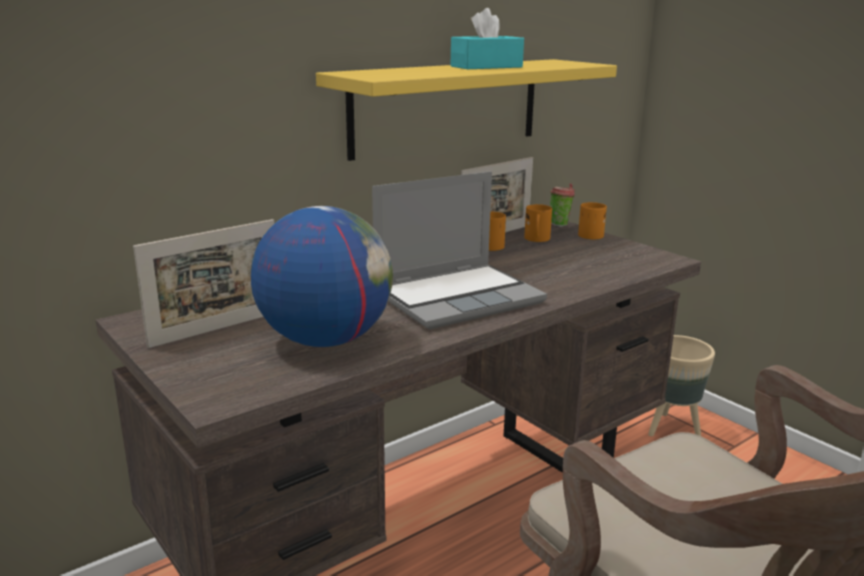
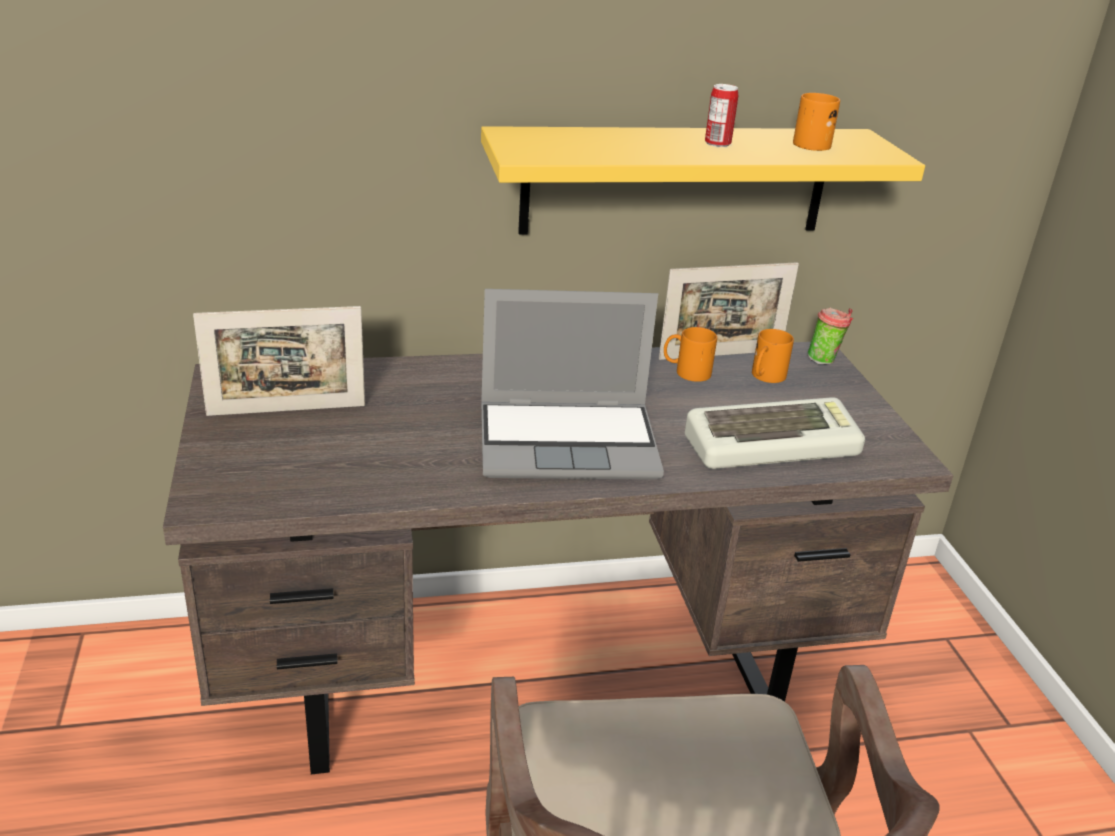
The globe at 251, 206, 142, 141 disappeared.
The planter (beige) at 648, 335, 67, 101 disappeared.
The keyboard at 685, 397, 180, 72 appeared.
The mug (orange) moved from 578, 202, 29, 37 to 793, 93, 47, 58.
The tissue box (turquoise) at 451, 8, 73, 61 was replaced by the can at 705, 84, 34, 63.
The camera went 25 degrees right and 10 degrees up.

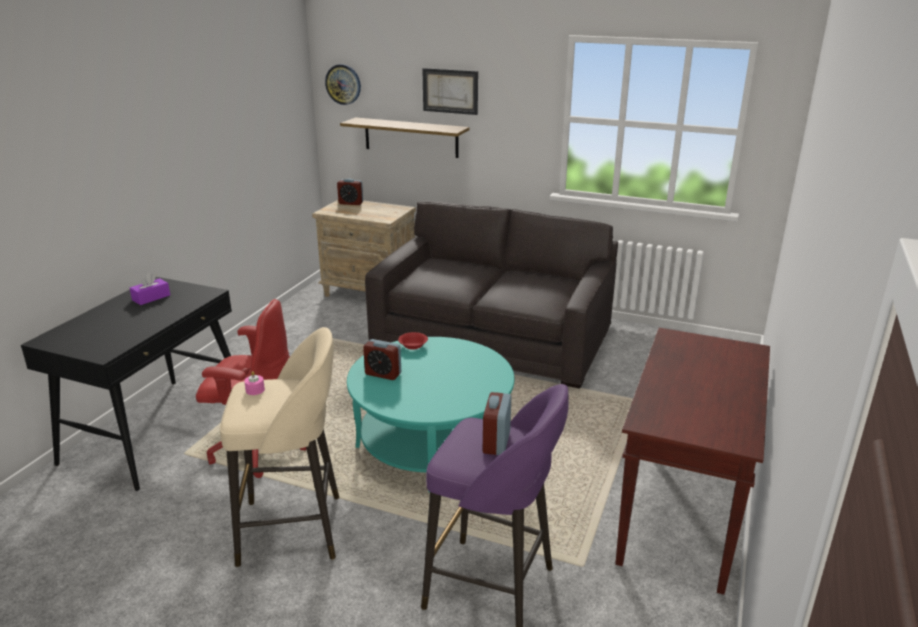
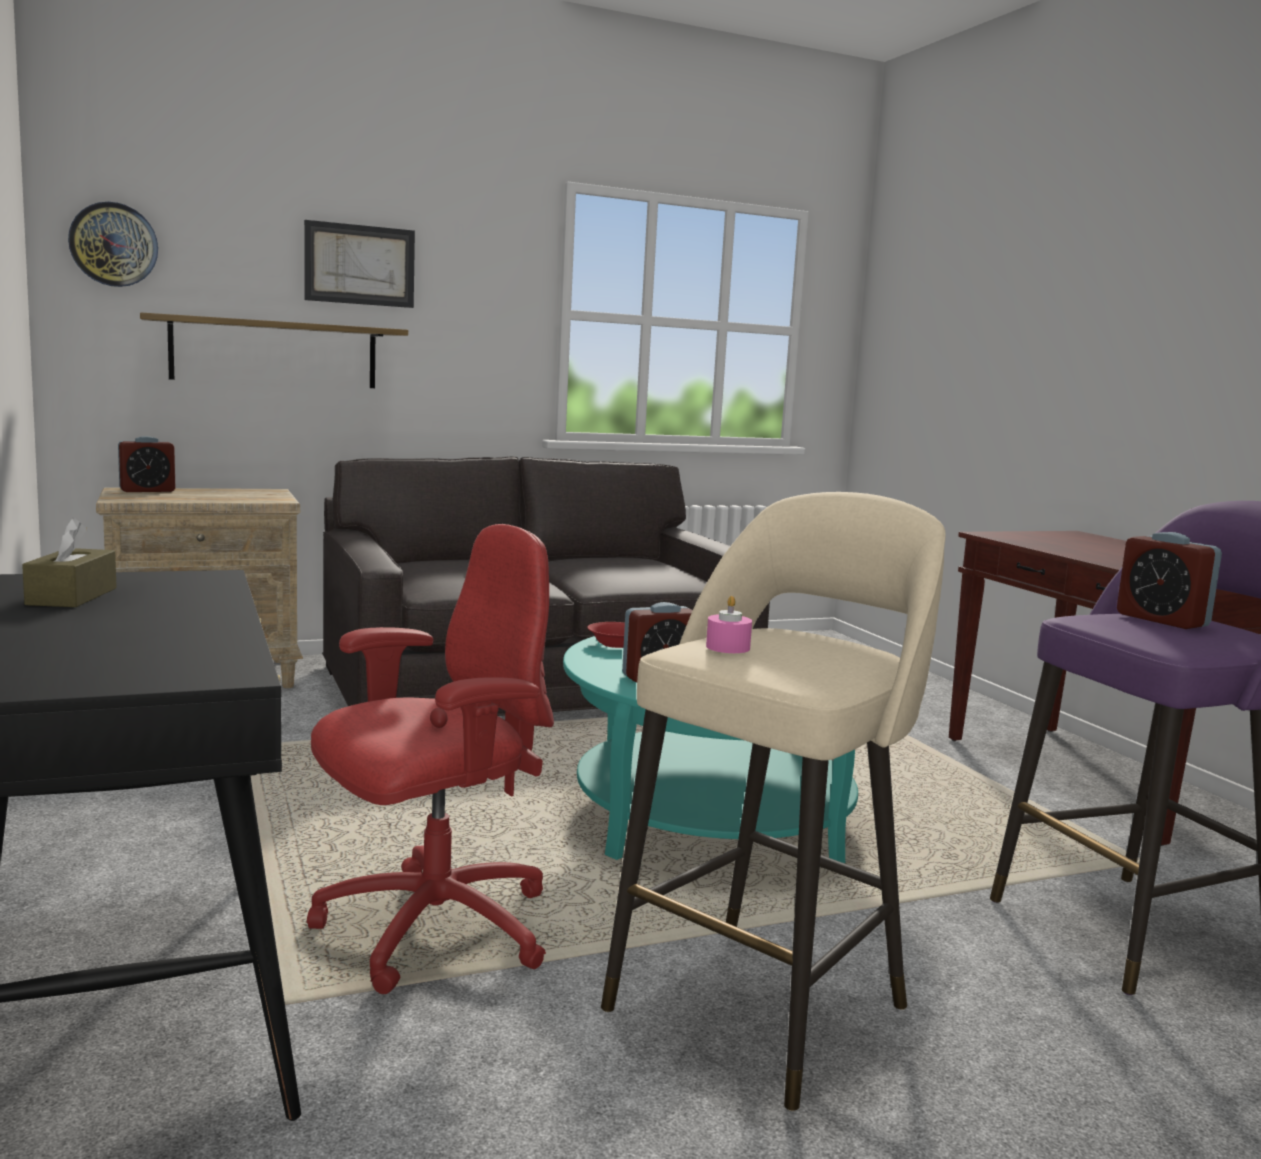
The tissue box (purple) at 130, 273, 40, 32 became the tissue box (brown) at 22, 518, 95, 89.
The camera went 45 degrees left and 15 degrees down.

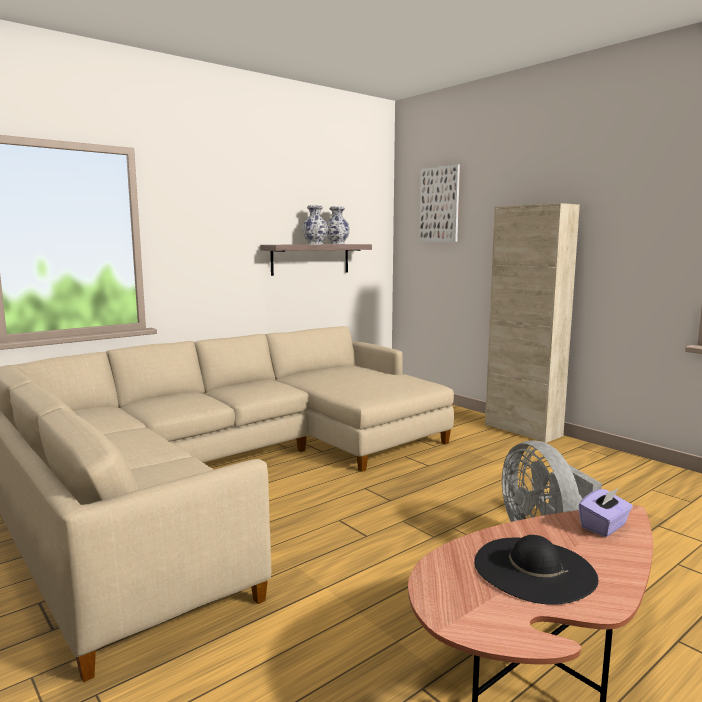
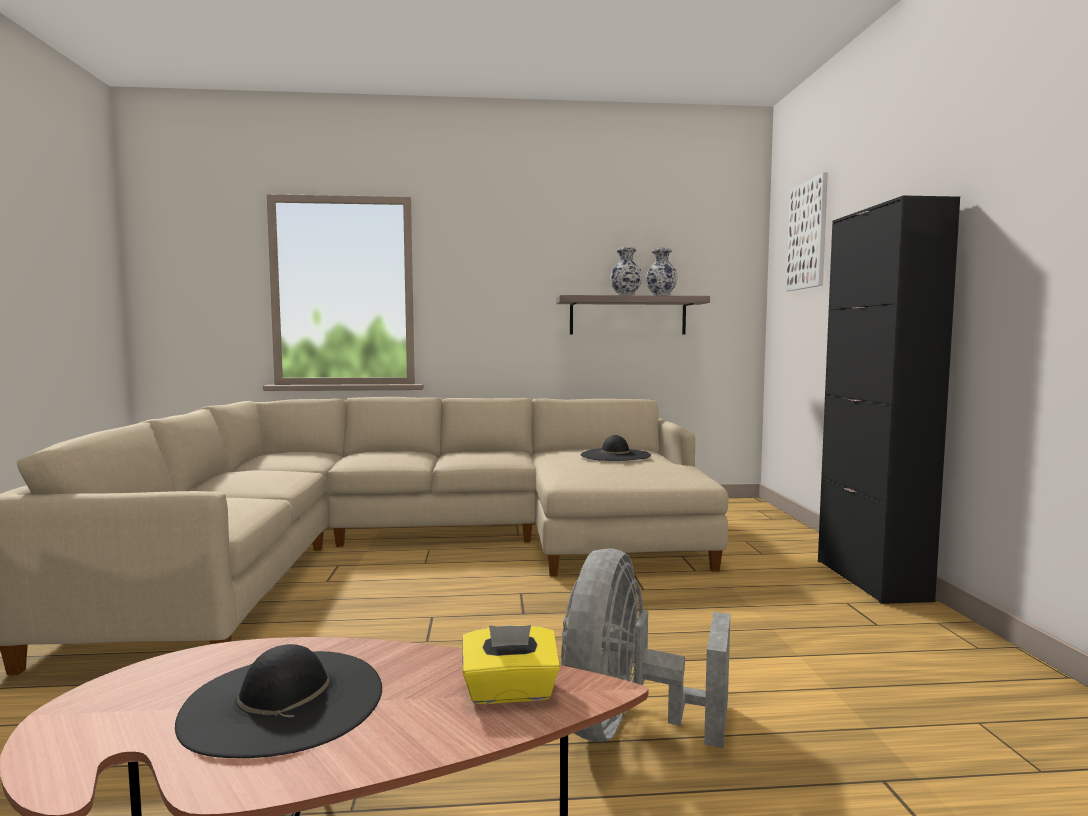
The hat (black) at 581, 435, 70, 26 appeared.
The cabinet (beige) at 485, 203, 95, 240 became the cabinet (black) at 818, 195, 142, 409.
The tissue box (purple) at 578, 488, 55, 49 became the tissue box (yellow) at 462, 625, 98, 79.
The camera went 35 degrees right and 5 degrees down.

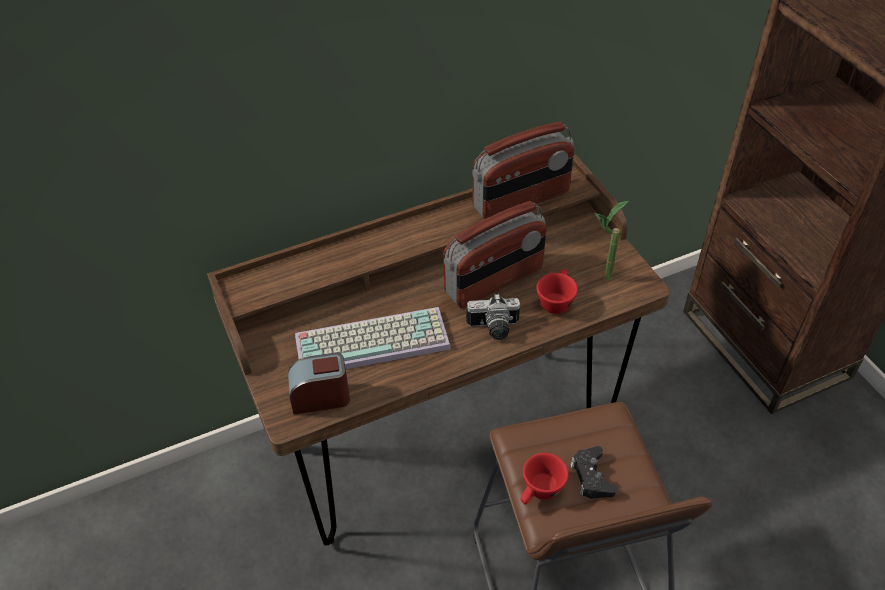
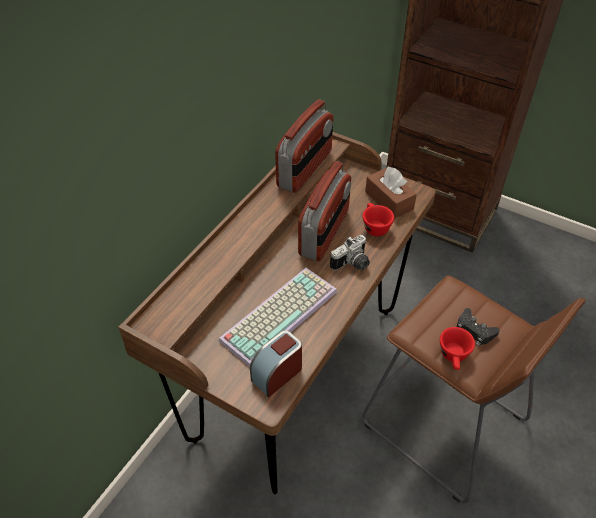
The potted plant at 595, 201, 34, 79 was replaced by the tissue box (brown) at 365, 166, 52, 53.
The camera went 35 degrees left and 0 degrees up.

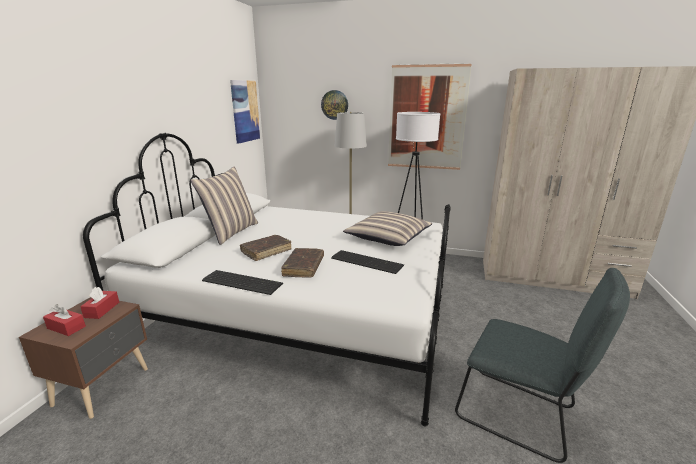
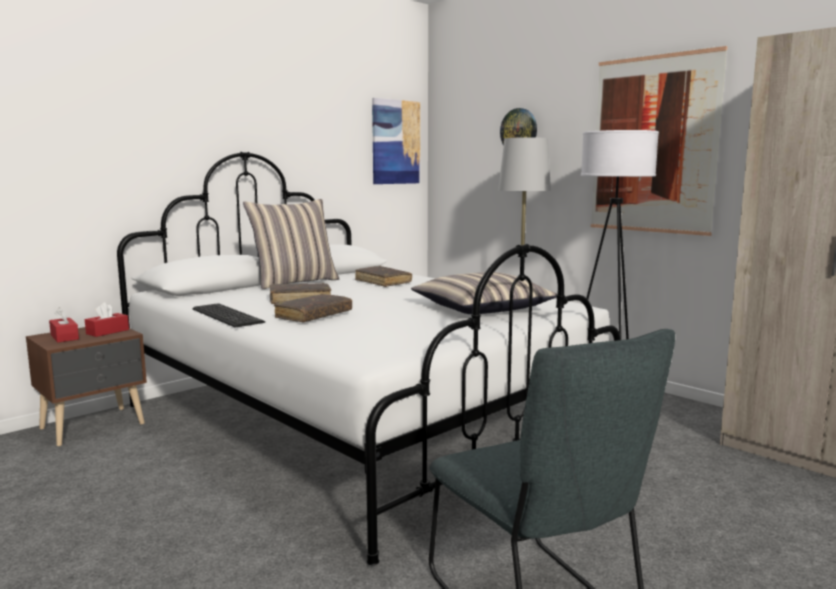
The keyboard at 331, 250, 73, 24 disappeared.
The book (brown) at 355, 266, 57, 21 appeared.
The camera went 30 degrees right and 10 degrees down.

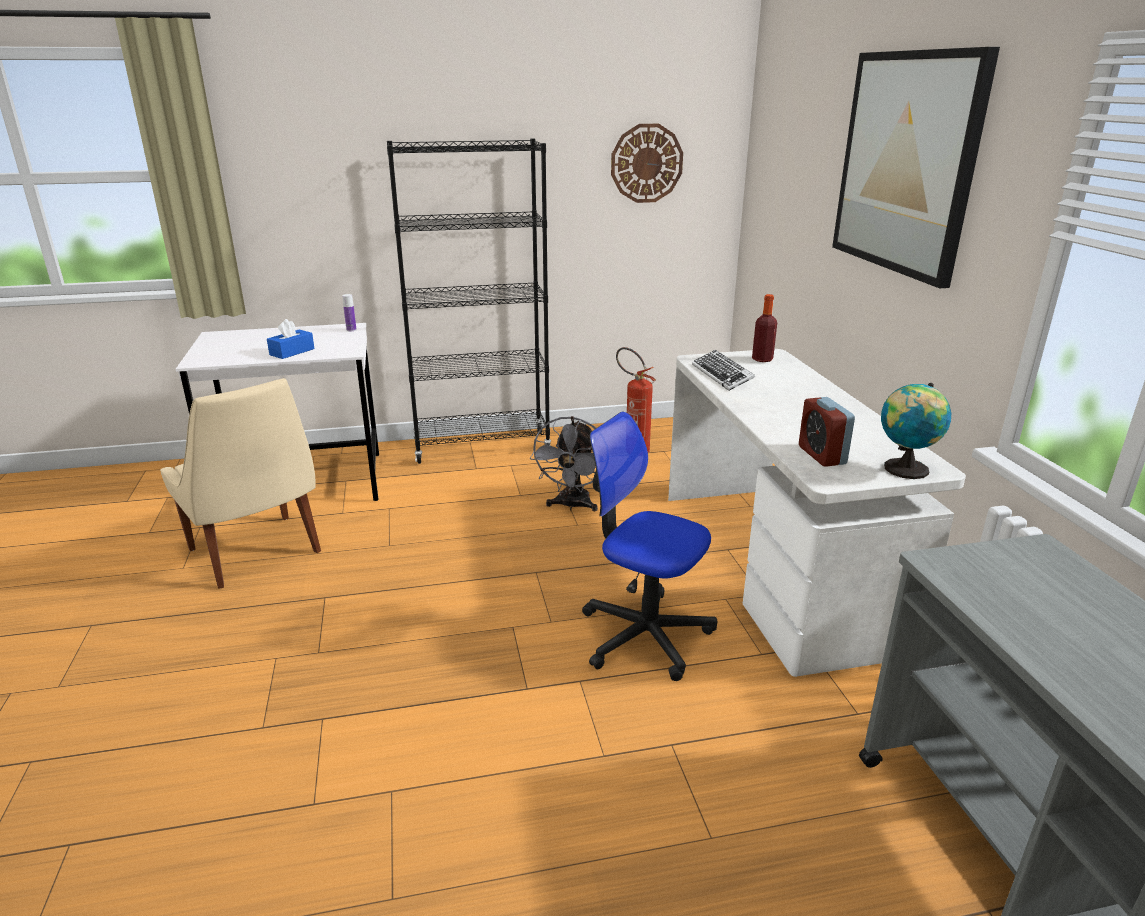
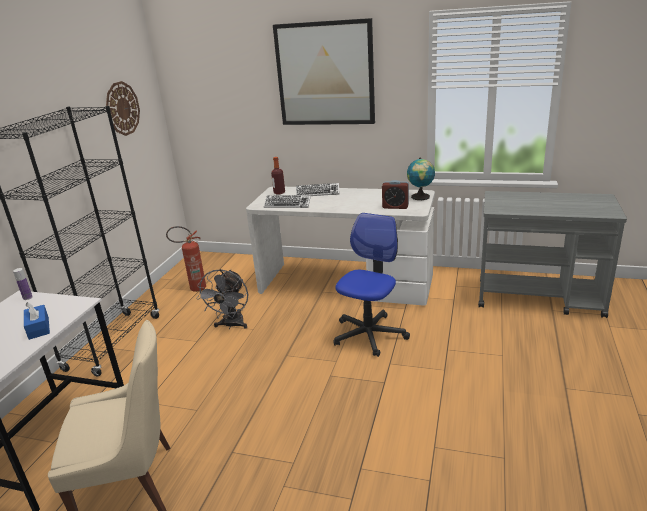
The keyboard at 296, 183, 44, 13 appeared.
The fan (grey) at 530, 416, 68, 95 turned 60 degrees clockwise.
The office chair at 582, 412, 135, 269 turned 150 degrees clockwise.
The camera went 60 degrees left and 0 degrees up.

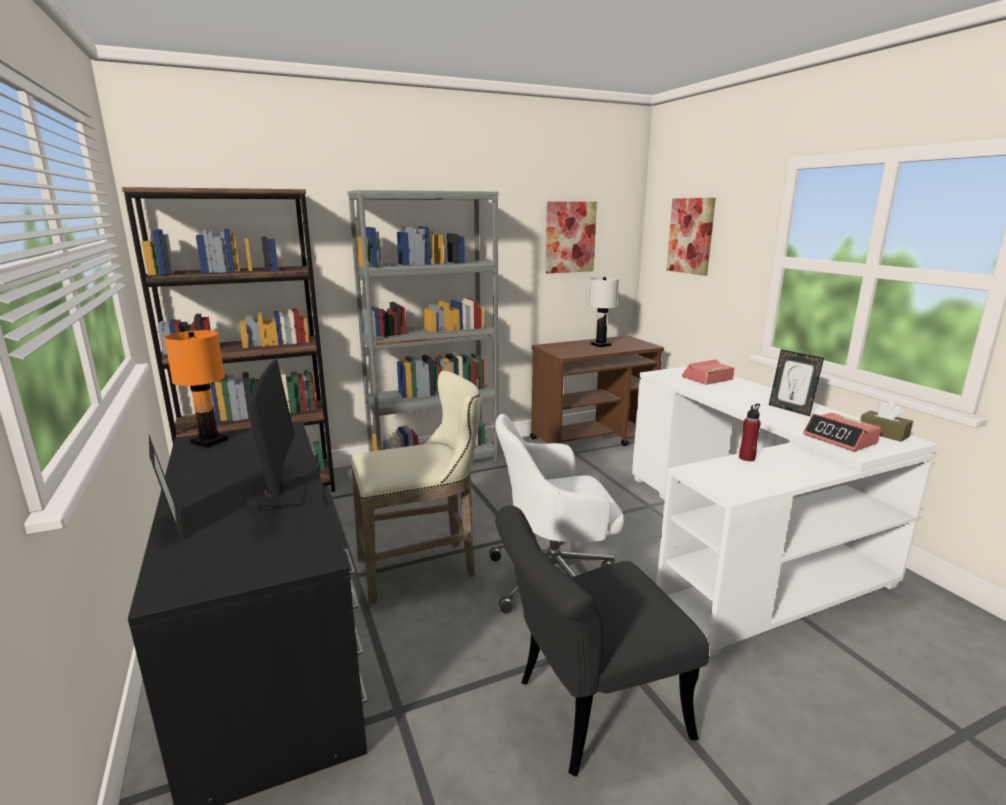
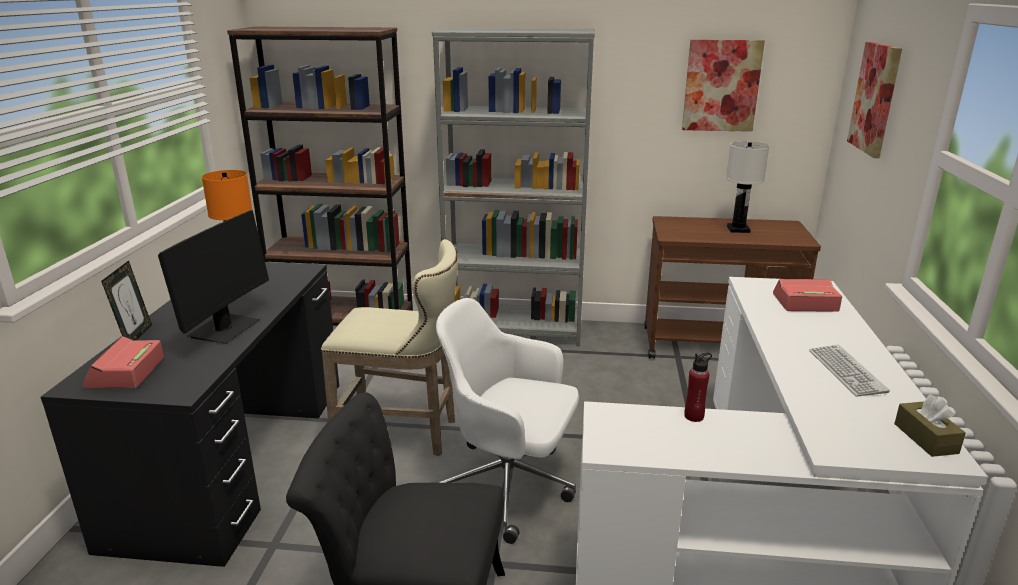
The alarm clock moved from 803, 413, 78, 39 to 83, 336, 81, 52.
The picture frame at 769, 349, 55, 67 was replaced by the keyboard at 809, 345, 81, 52.
The camera went 30 degrees right and 5 degrees up.

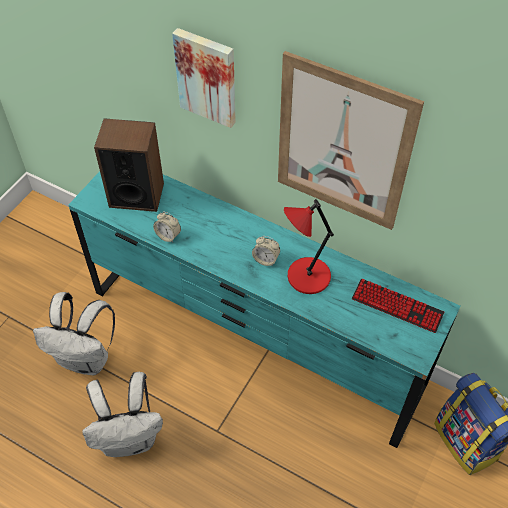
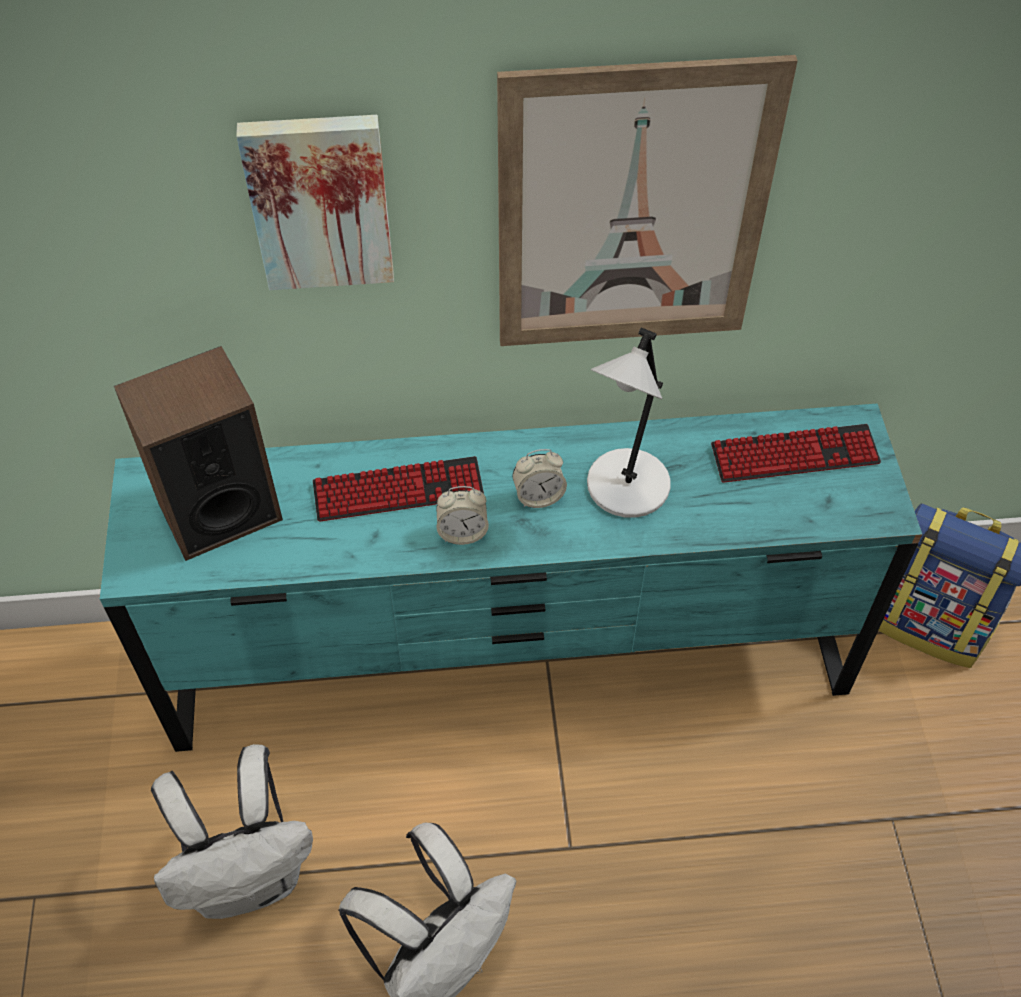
The keyboard at 313, 456, 171, 66 appeared.
The alarm clock moved from 153, 211, 28, 31 to 436, 486, 53, 59.
The table lamp (red) at 284, 199, 50, 95 became the table lamp (grey) at 587, 327, 83, 191.
The camera went 35 degrees left and 0 degrees up.

